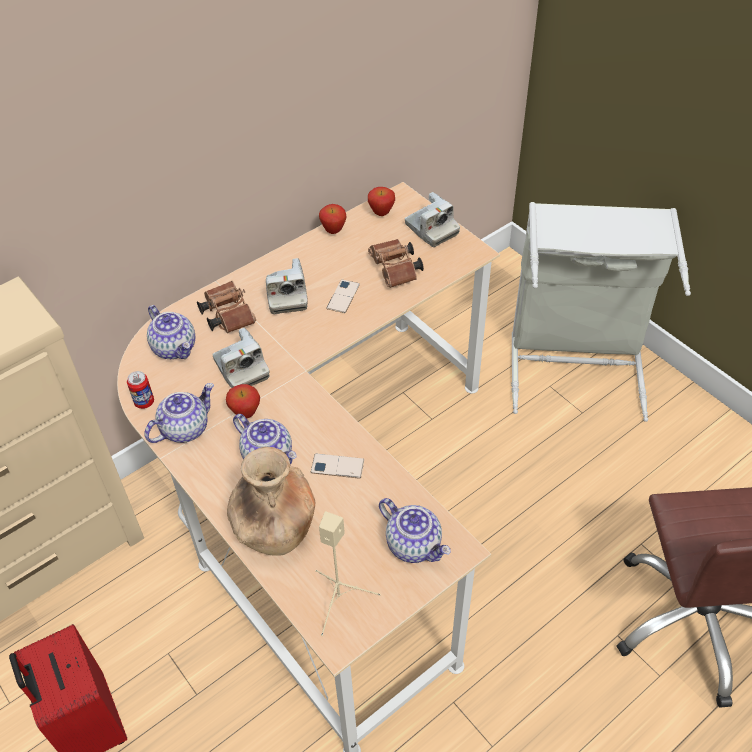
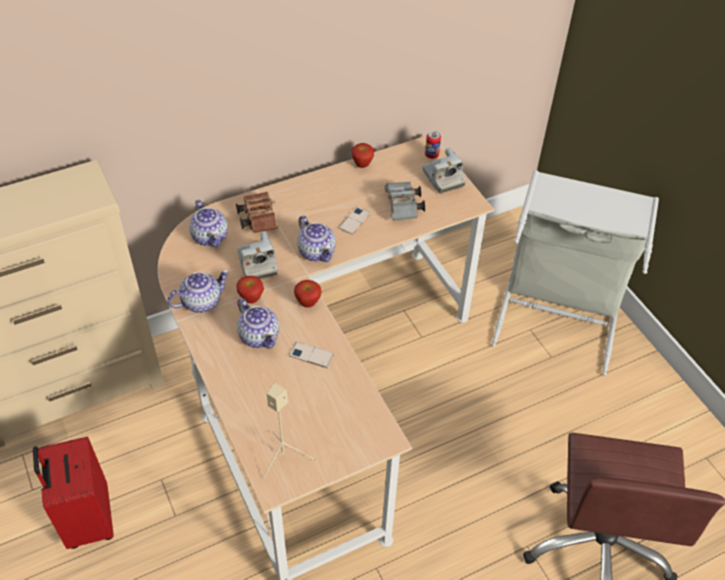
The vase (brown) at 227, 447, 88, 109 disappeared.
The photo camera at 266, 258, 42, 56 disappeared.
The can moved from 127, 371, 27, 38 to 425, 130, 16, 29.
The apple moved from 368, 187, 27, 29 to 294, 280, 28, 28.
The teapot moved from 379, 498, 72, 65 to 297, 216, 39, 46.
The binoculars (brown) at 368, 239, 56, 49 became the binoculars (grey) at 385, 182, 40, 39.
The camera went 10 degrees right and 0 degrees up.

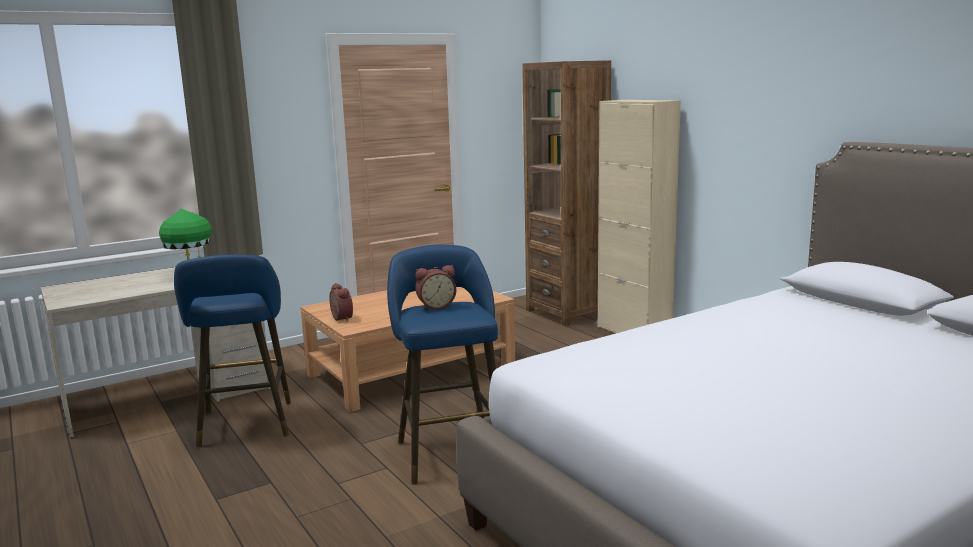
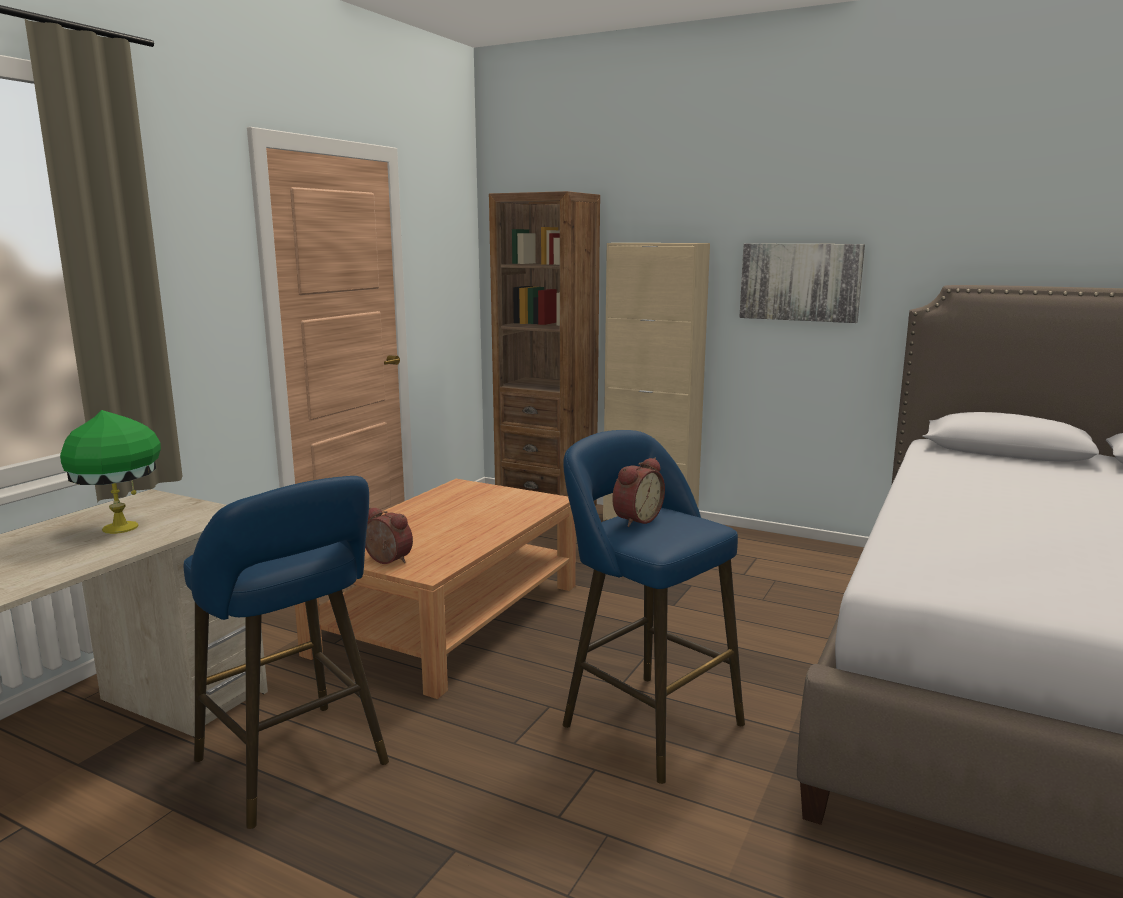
The picture at 739, 244, 126, 79 appeared.
The camera went 30 degrees left and 0 degrees up.

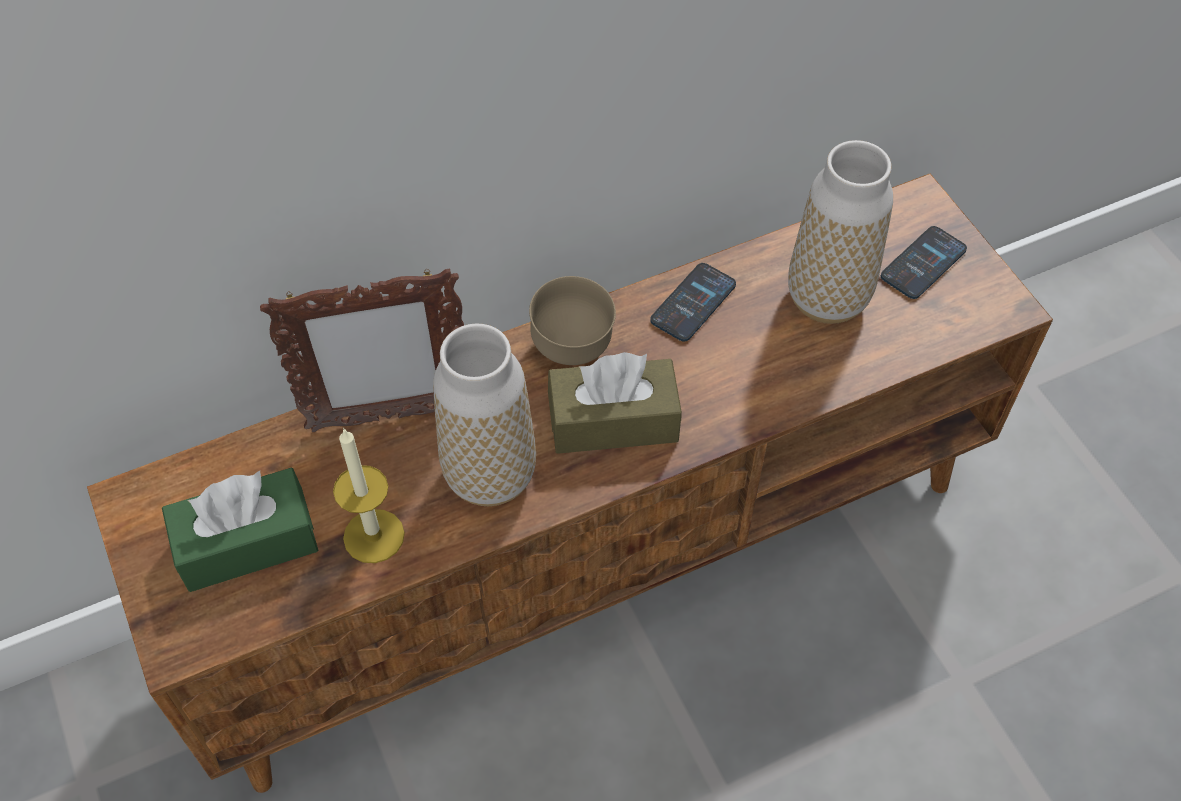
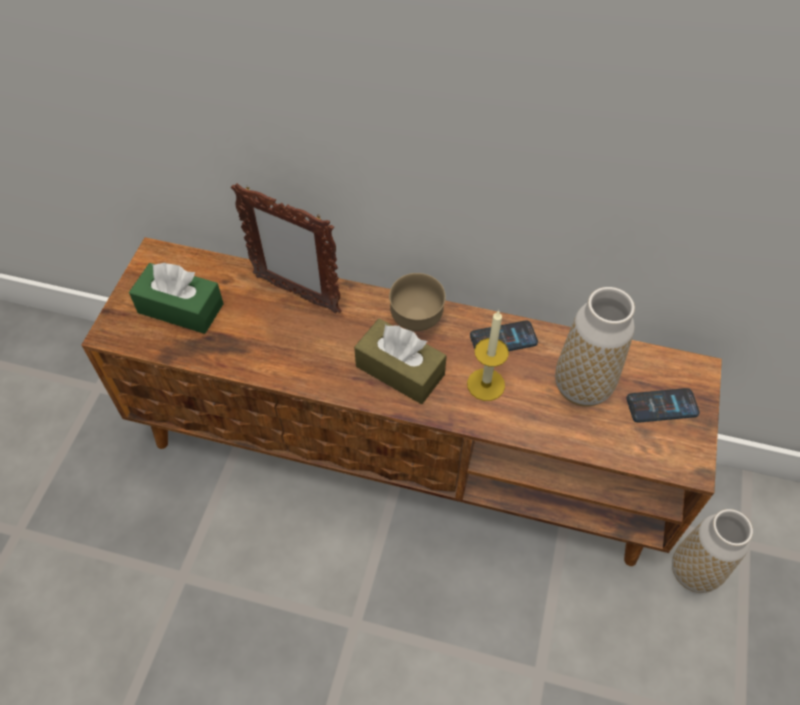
The candle moved from 333, 428, 72, 135 to 467, 310, 42, 91.
The vase moved from 433, 323, 103, 183 to 672, 509, 81, 84.
The camera went 40 degrees right and 0 degrees up.

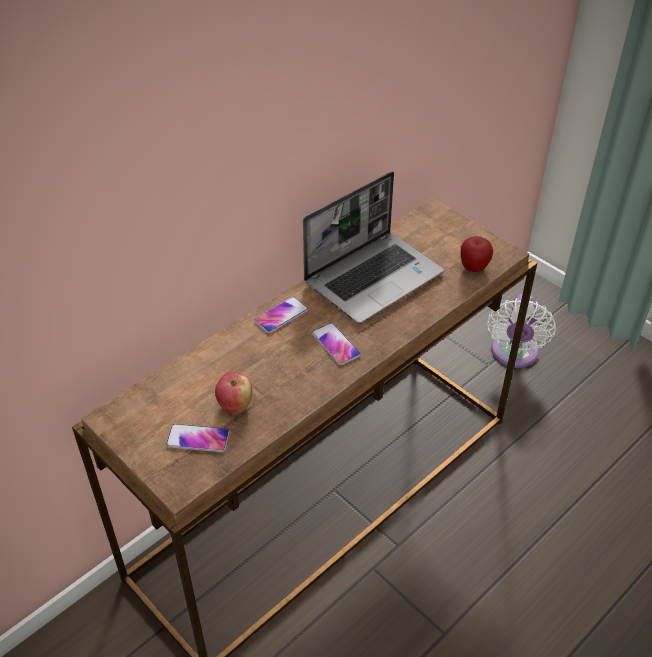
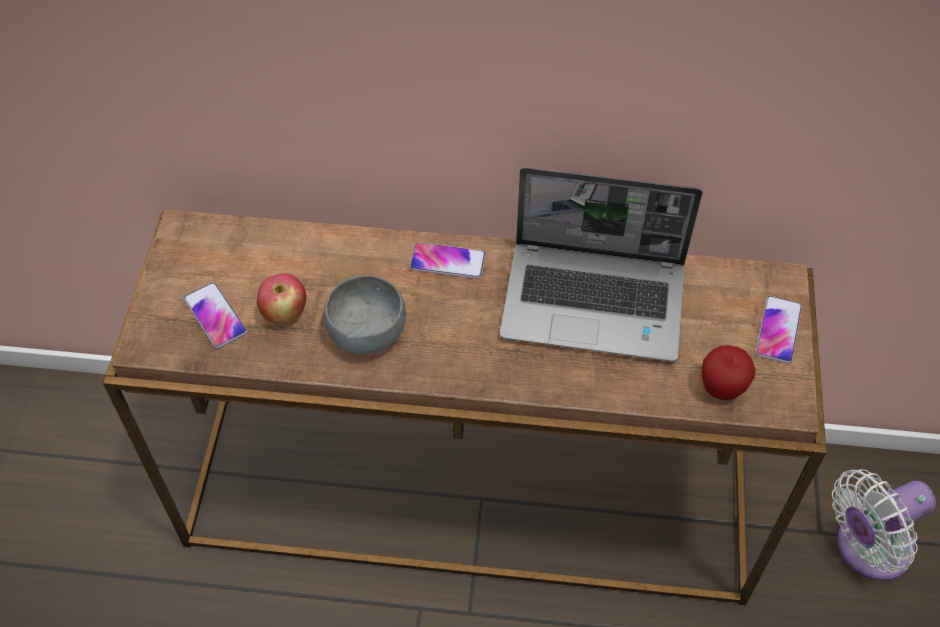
The bowl (grey) at 324, 275, 82, 80 appeared.
The phone moved from 312, 323, 49, 42 to 755, 296, 47, 68.
The camera went 50 degrees right and 10 degrees up.

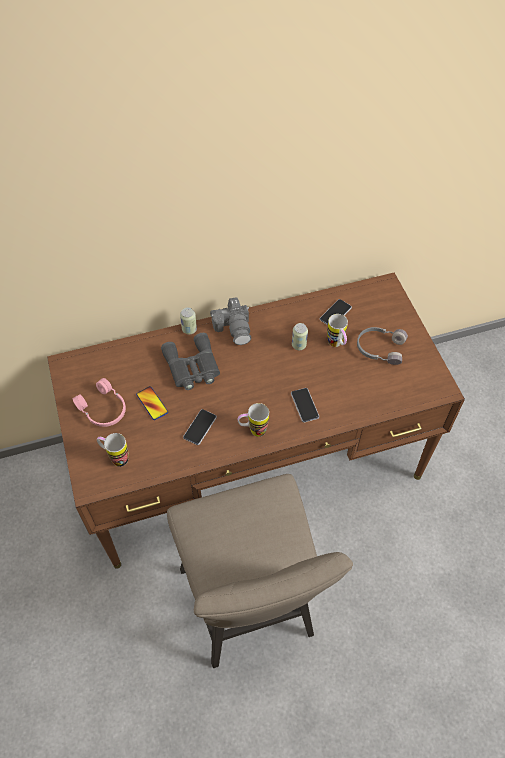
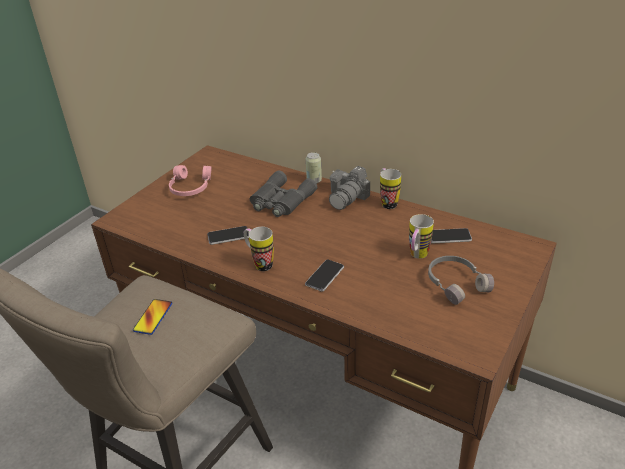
The can at 292, 323, 16, 27 disappeared.
The mug moved from 97, 433, 31, 34 to 380, 168, 21, 41.
The phone moved from 136, 386, 32, 34 to 133, 299, 39, 36.
The camera went 50 degrees right and 20 degrees down.

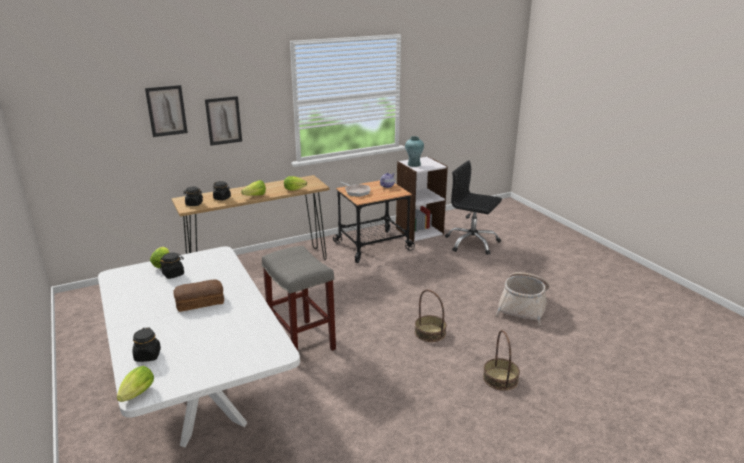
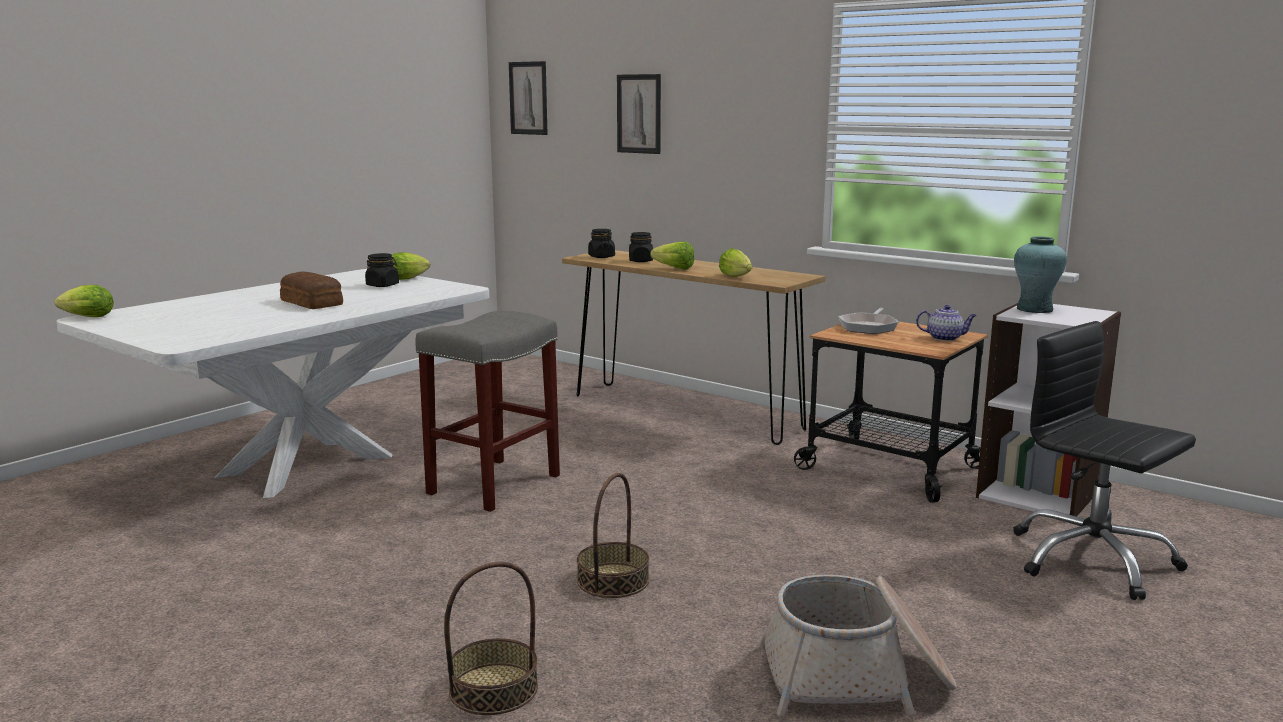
The jar (black) at 132, 328, 29, 34 disappeared.
The picture moved from 205, 96, 37, 50 to 509, 61, 39, 74.
The office chair (black) at 445, 160, 57, 95 turned 45 degrees counterclockwise.
The camera went 65 degrees right and 10 degrees down.

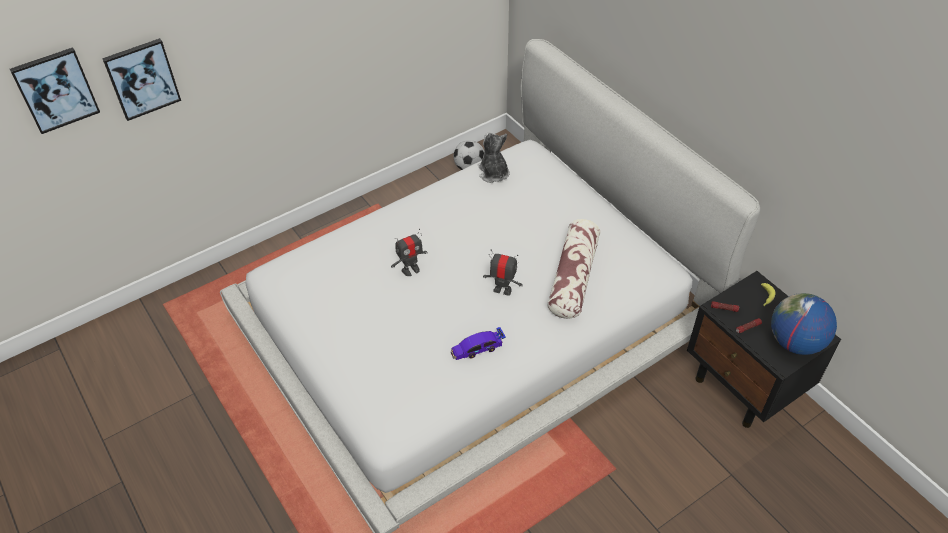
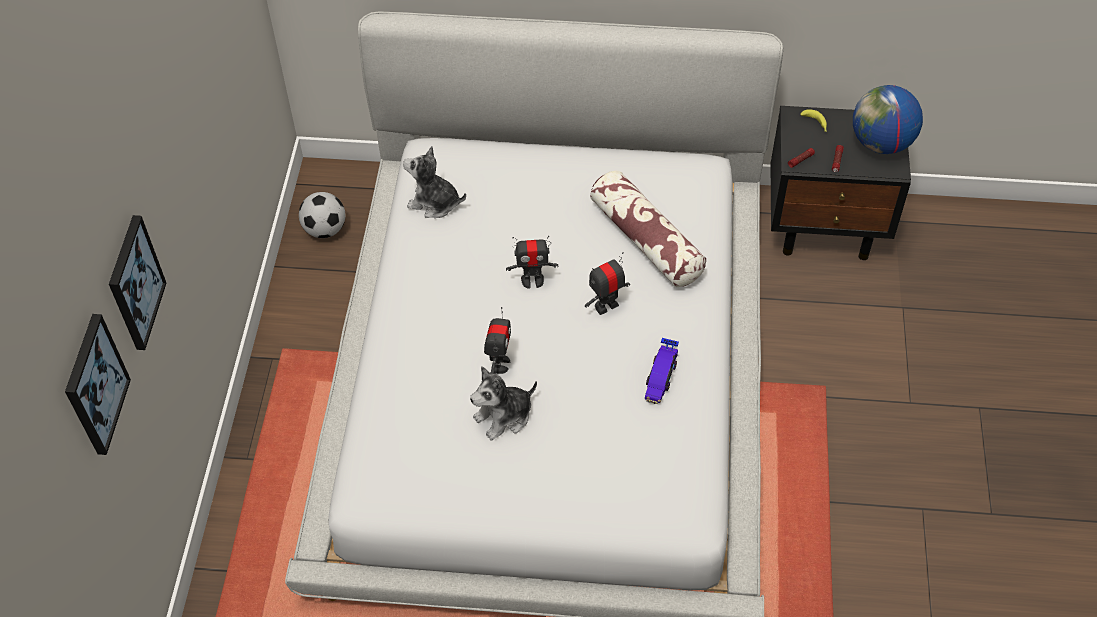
The plush toy at 470, 366, 67, 75 appeared.
The toy robot at 506, 236, 52, 53 appeared.
The picture moved from 10, 47, 90, 87 to 109, 215, 57, 135.
The camera went 50 degrees left and 5 degrees up.

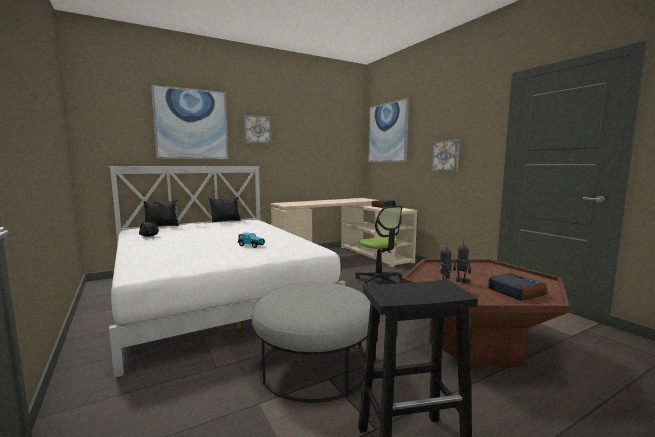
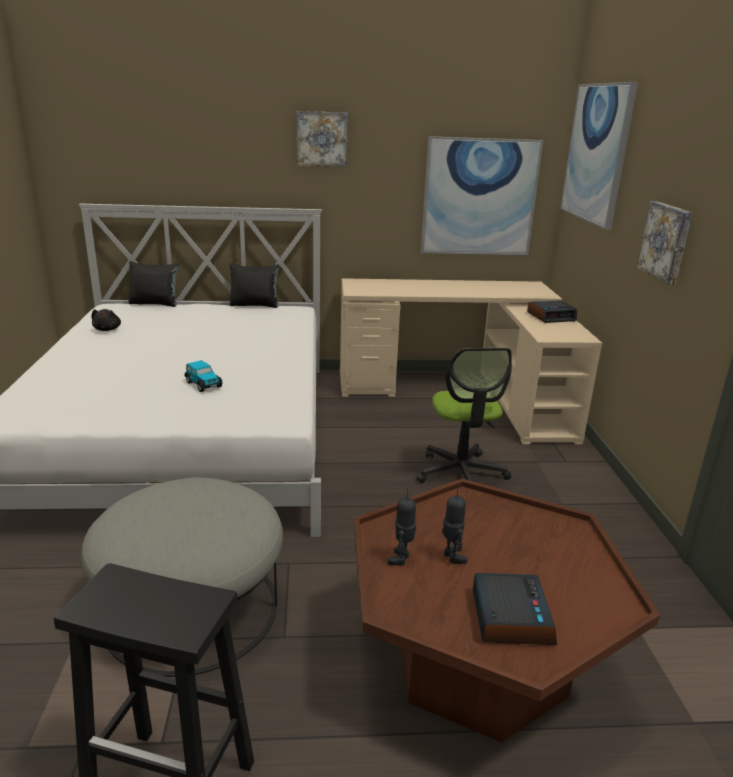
The picture moved from 151, 85, 77, 74 to 421, 136, 122, 119.
The camera went 25 degrees right and 15 degrees up.

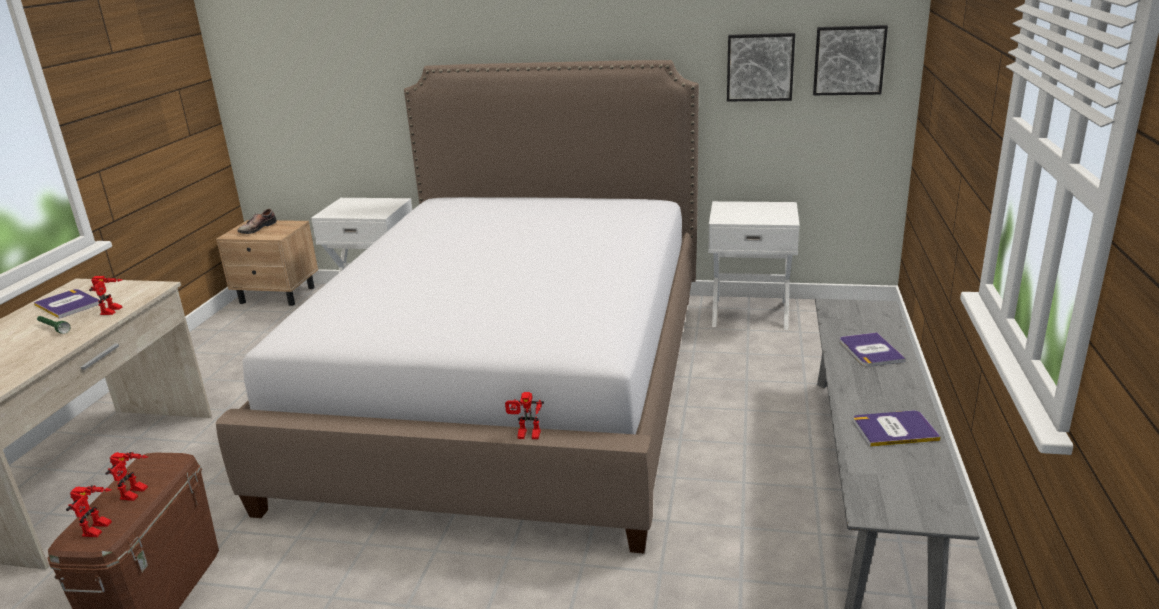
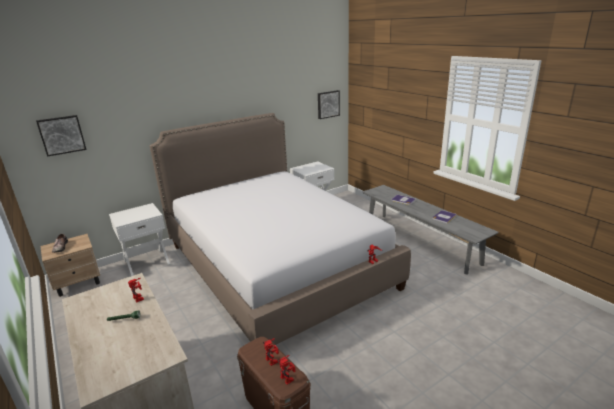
The book at 34, 289, 66, 30 disappeared.
The picture moved from 727, 33, 68, 69 to 36, 115, 51, 42.
The camera went 45 degrees left and 0 degrees up.

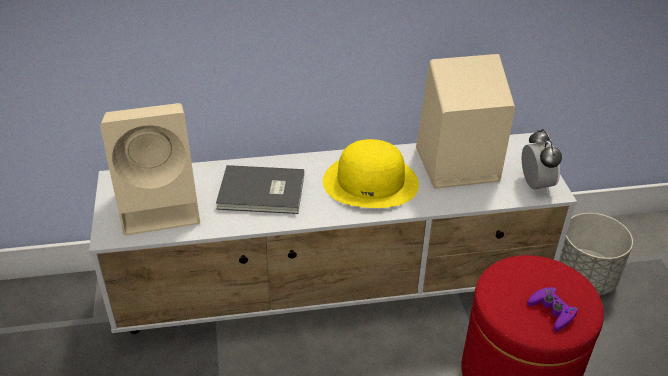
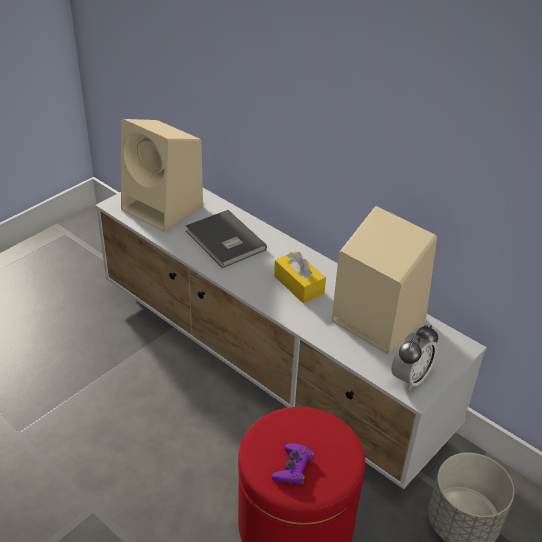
The hat (yellow) at 323, 139, 96, 69 was replaced by the tissue box (yellow) at 274, 251, 52, 53.
The camera went 50 degrees right and 0 degrees up.

